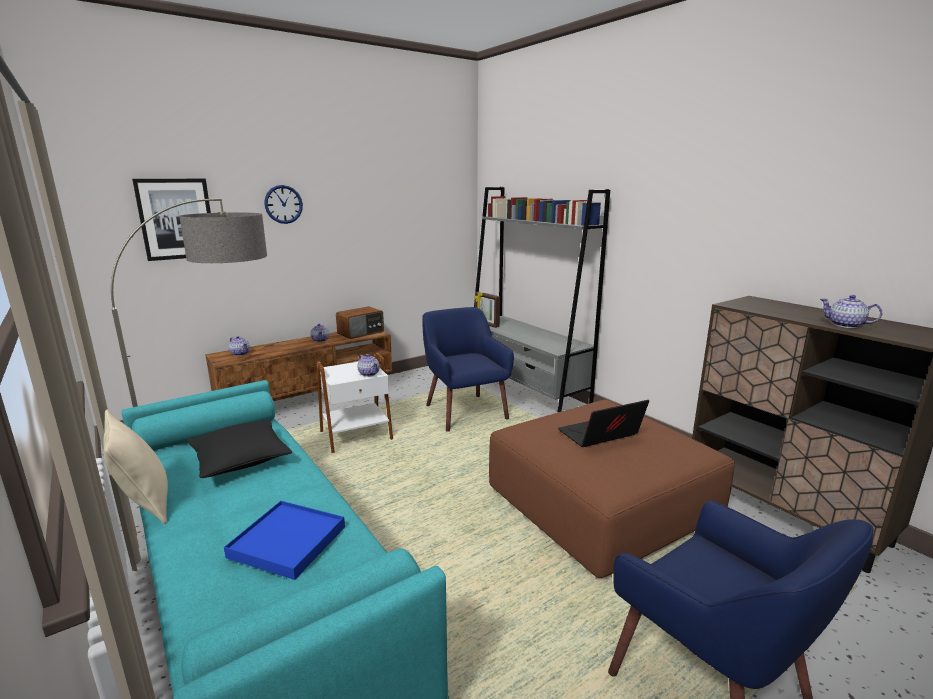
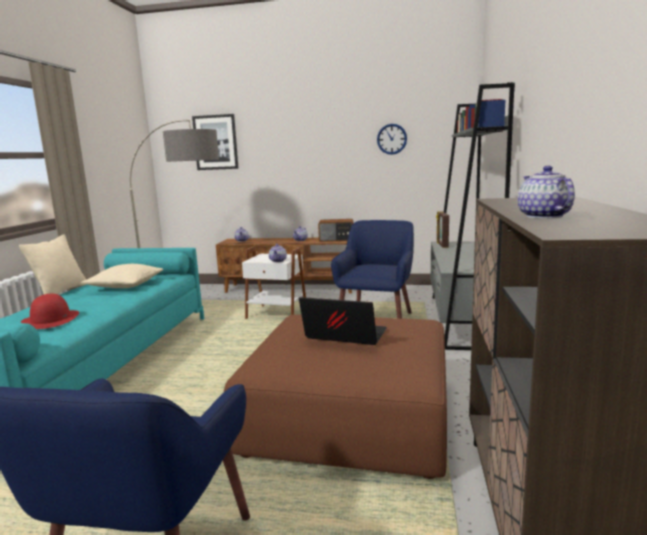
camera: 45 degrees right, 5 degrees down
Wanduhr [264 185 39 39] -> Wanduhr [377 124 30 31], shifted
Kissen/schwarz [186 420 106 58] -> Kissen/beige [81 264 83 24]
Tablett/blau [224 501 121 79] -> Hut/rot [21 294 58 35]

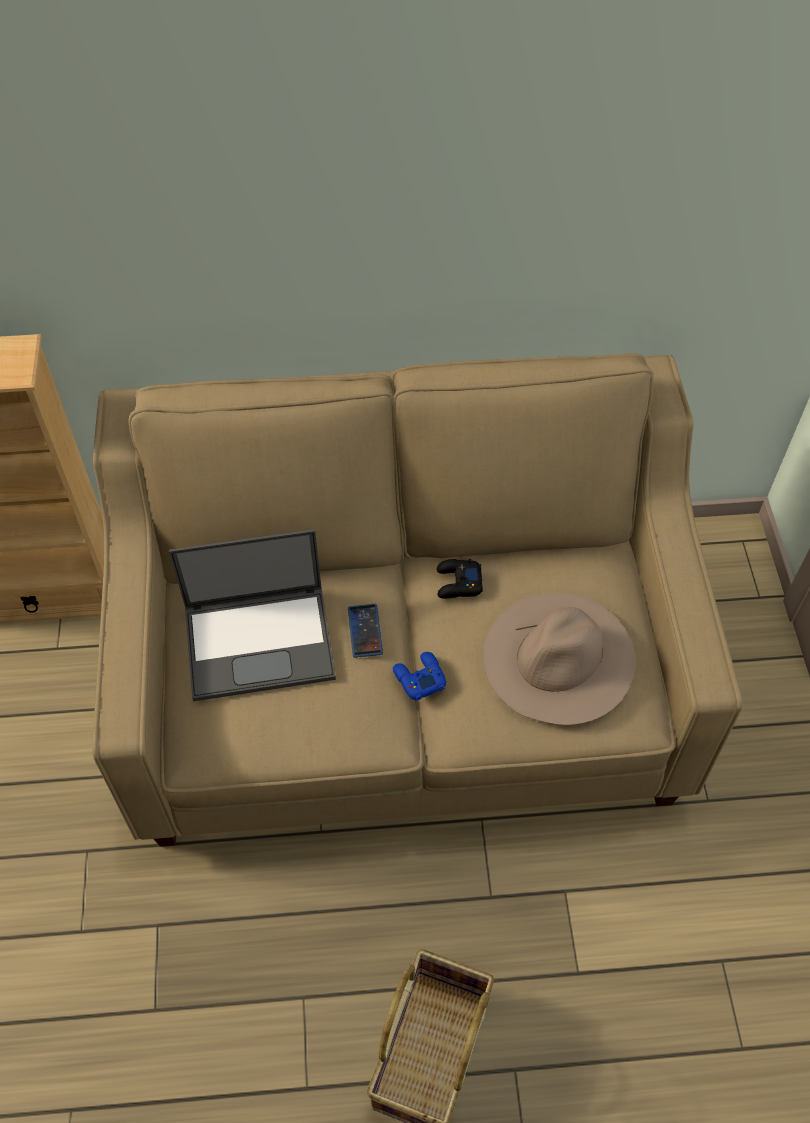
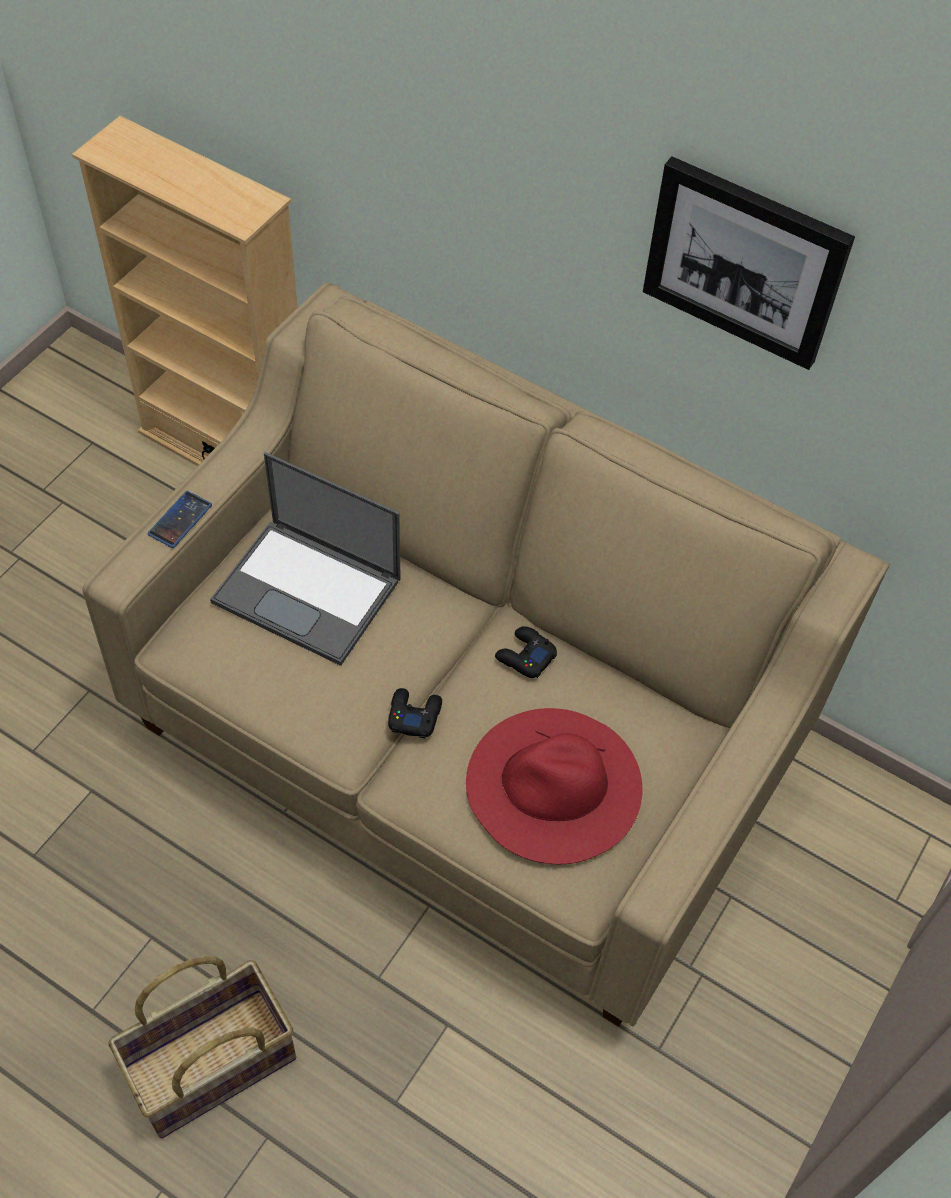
camera: 35 degrees right, 0 degrees up
Hut/beige [483 593 153 132] -> Hut/rot [466 708 176 156]
Handy [348 604 35 54] -> Handy [148 491 64 57], shifted
Gamepad/blau [393 652 53 49] -> Gamepad/schwarz [388 688 54 50]
none -> Bild [643 156 212 214]

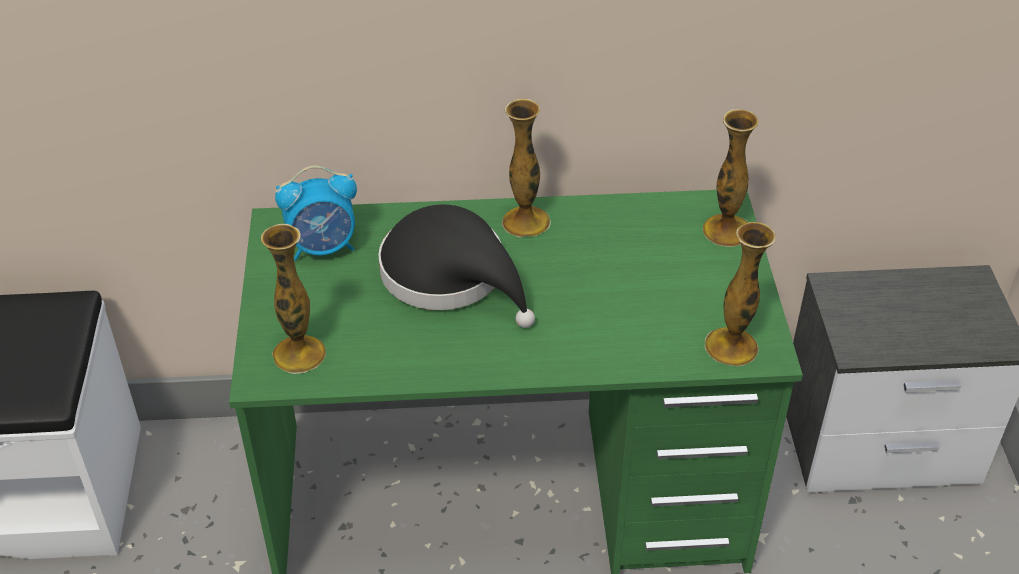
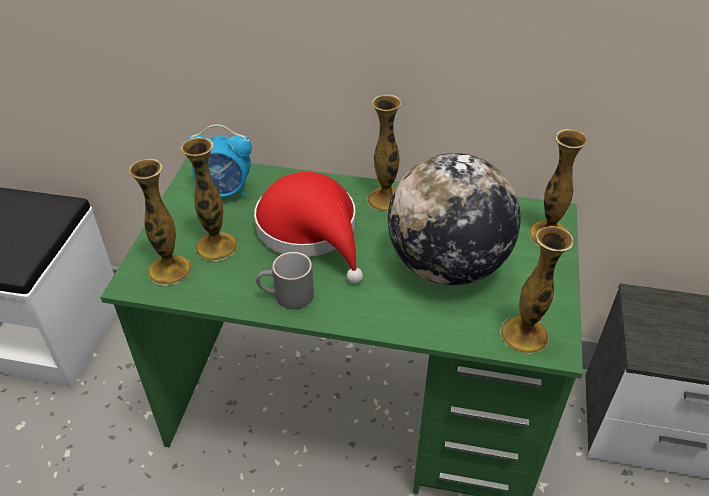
camera: 15 degrees right, 0 degrees up
Hut/schwarz [378 204 157 124] -> Hut/rot [254 172 109 112]
none -> Vase [181 137 57 124]
none -> Globus [388 153 133 132]
none -> Henkelbecher/grau [256 252 58 57]

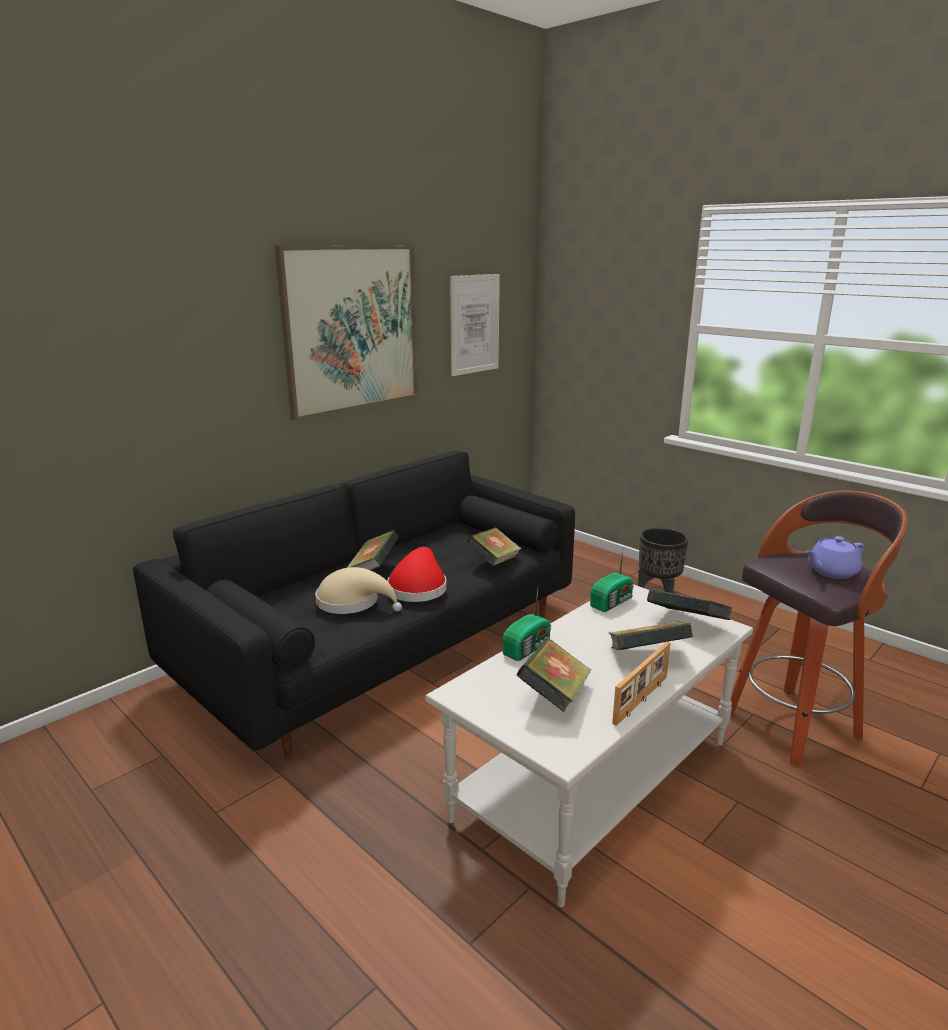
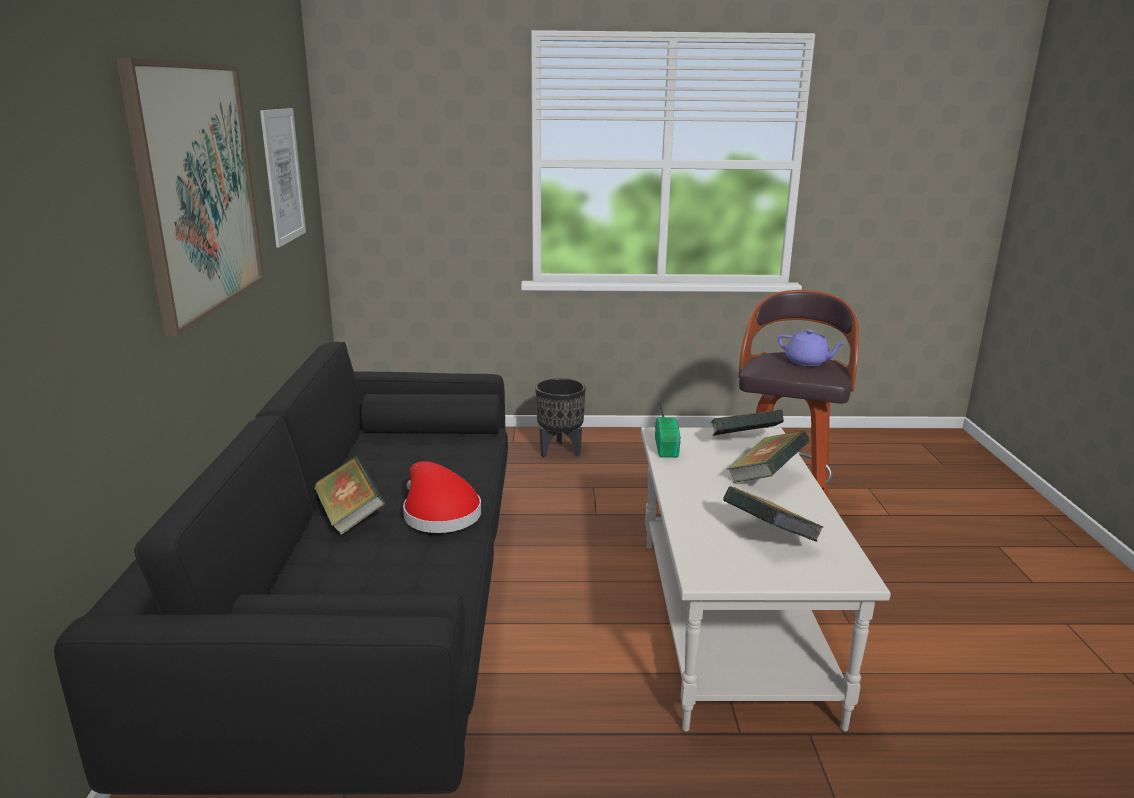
camera: 45 degrees left, 0 degrees up
Buch [466 527 55 39] -> none
Teekanne/lila [807 536 57 43] -> Teekanne/lila [778 329 68 37], 75 degrees counterclockwise
Hut/beige [315 567 87 47] -> none
Radio [502 589 49 72] -> none
Bilderrahmen [612 641 58 85] -> none

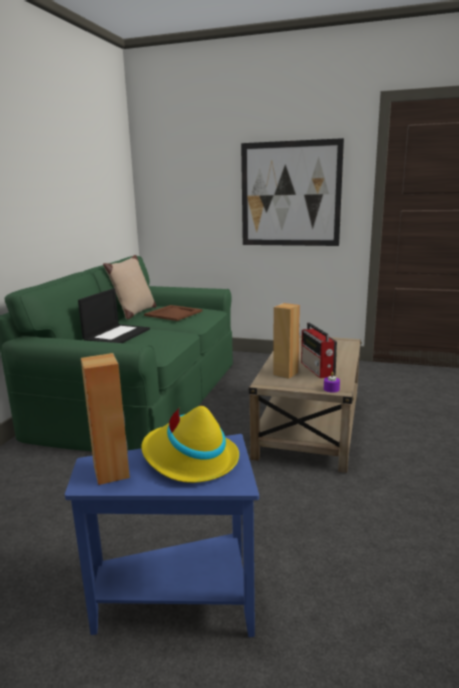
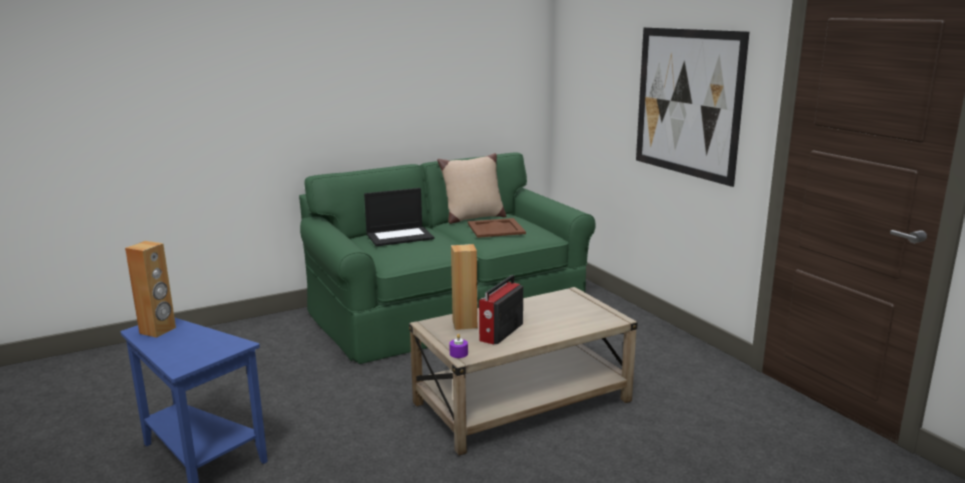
camera: 45 degrees right, 0 degrees up
Hut/gelb [141 406 98 77] -> none

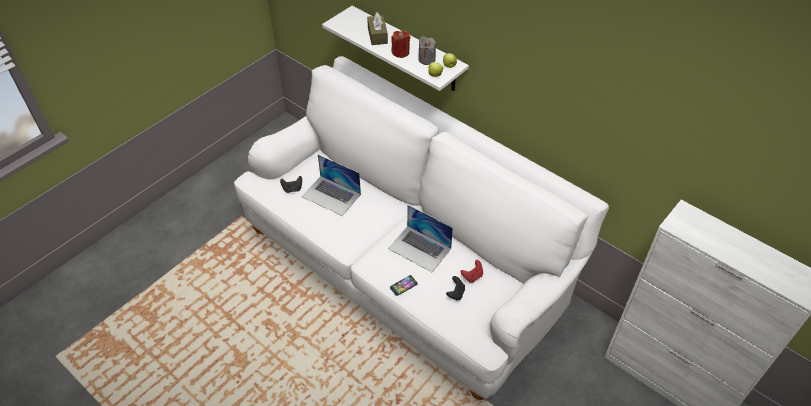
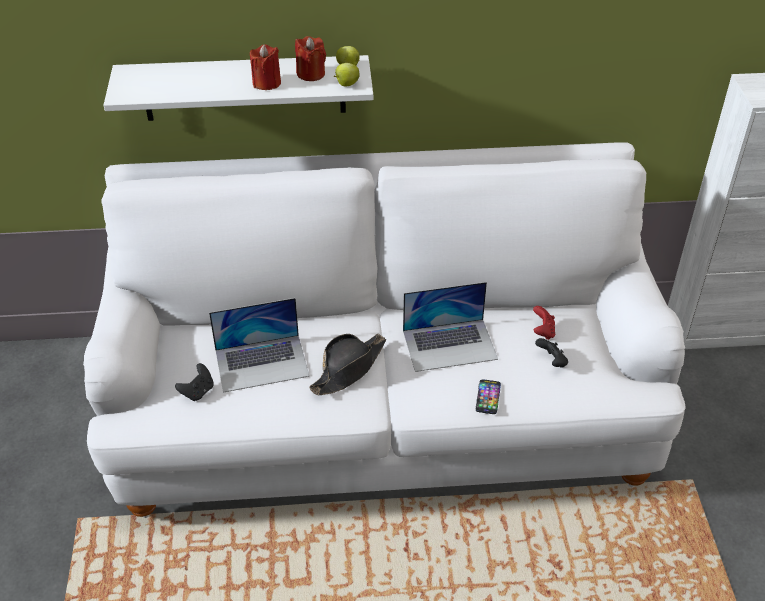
camera: 45 degrees left, 5 degrees down
Taschentuchbox/braun [367 12 21 33] -> none
Kerze/grau [418 36 18 29] -> Kerze/rot [295 36 31 45]
none -> Hut/schwarz [309 334 77 61]

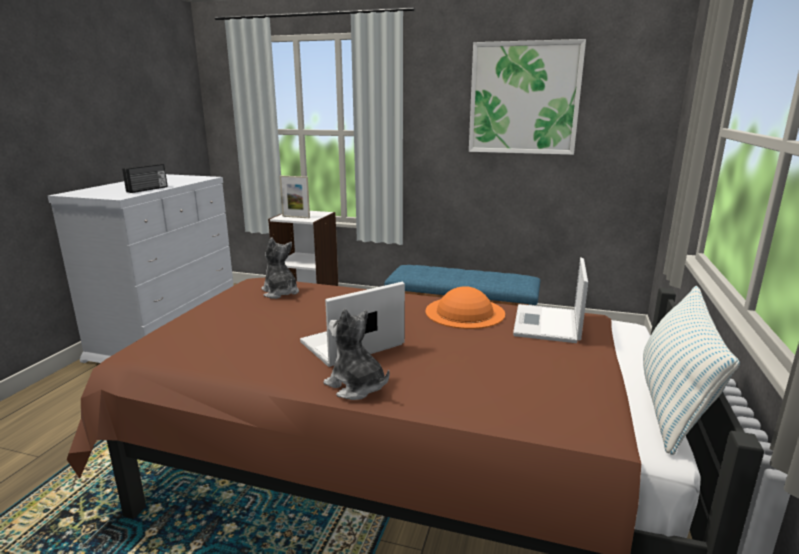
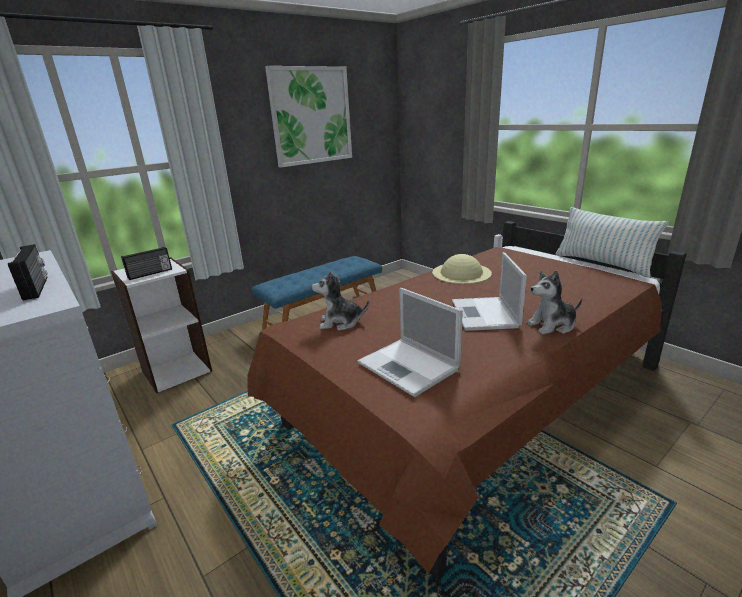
camera: 55 degrees left, 5 degrees up
Bilderrahmen [279 175 31 43] -> Radio [121 247 51 33]
Laptop [513 257 75 86] -> Laptop [358 288 105 109], shifted
Hut/orange [426 286 79 43] -> Hut/beige [432 254 60 30]

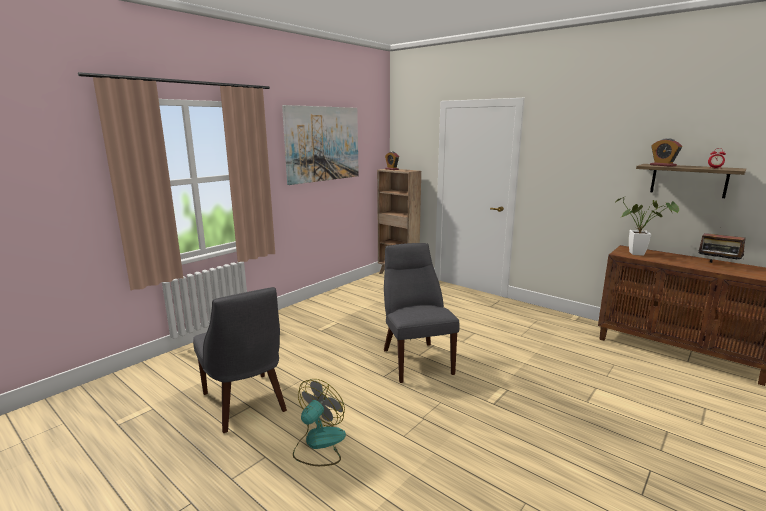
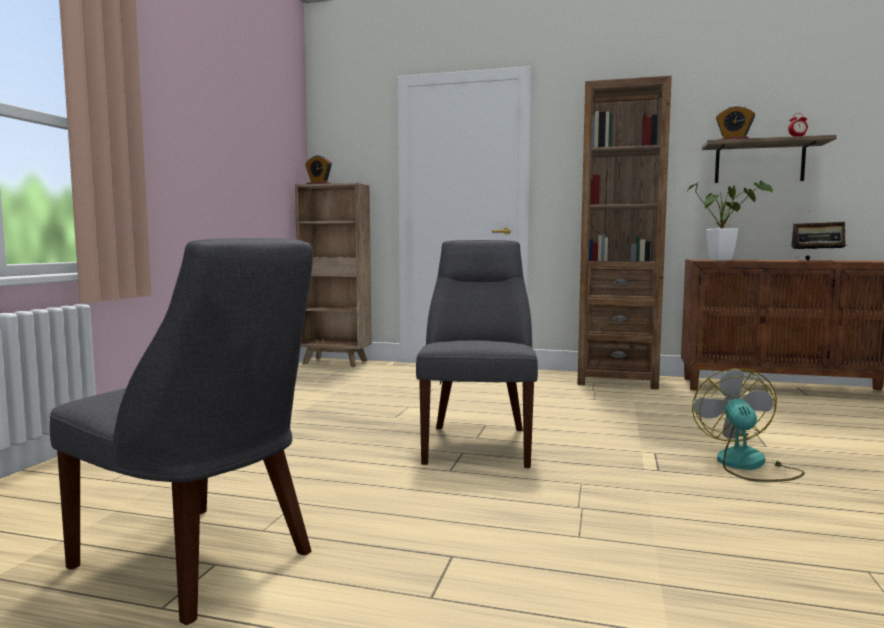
camera: 25 degrees left, 10 degrees down
Bild [282 105 77 80] -> none
Stuhl/grau [384 243 75 140] -> Stuhl/grau [416 240 122 228], 45 degrees clockwise
Ventilator [293 379 53 87] -> Ventilator [692 368 113 114], shifted
none -> Bücherregal/braun [577 76 95 314]

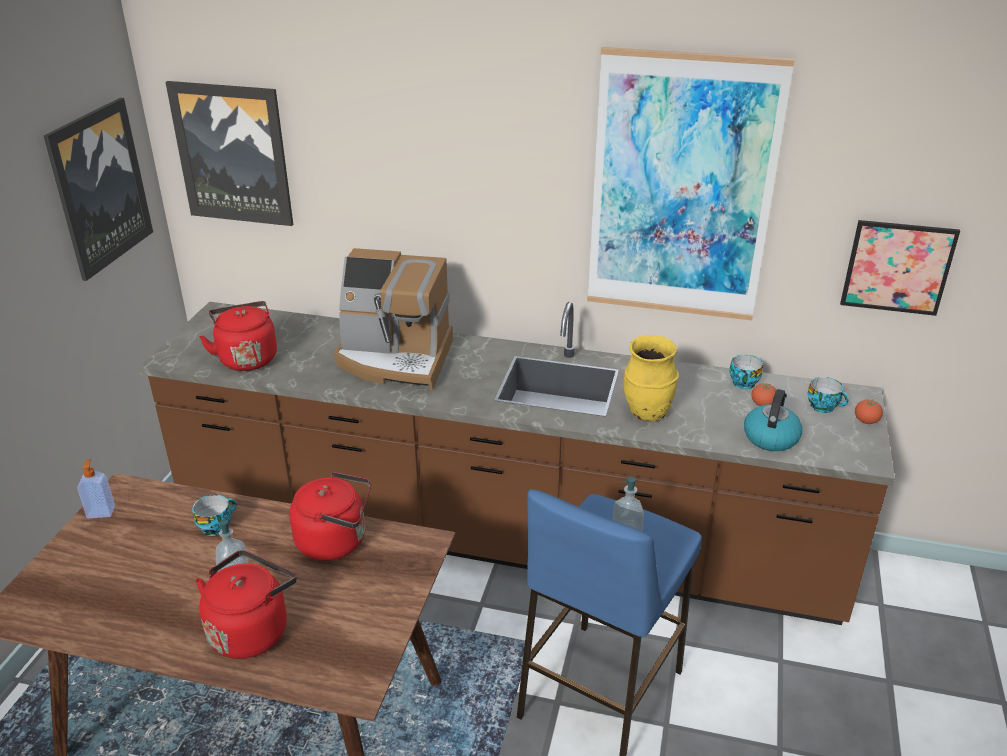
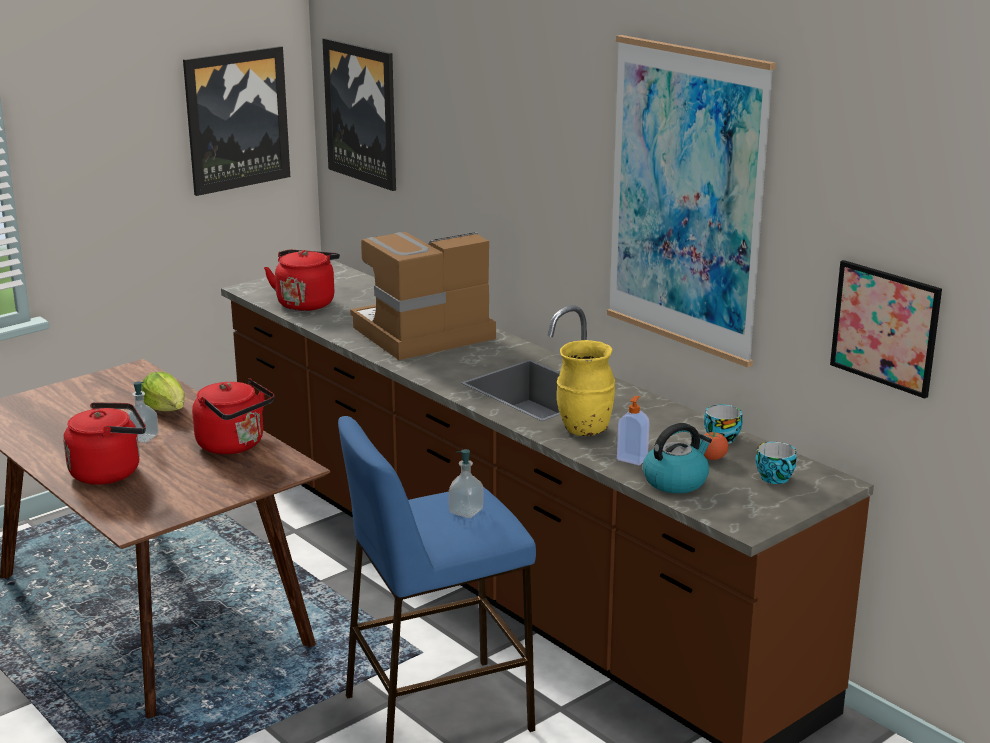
camera: 35 degrees right, 10 degrees down
Kaffeemaschine [334 248 119 143] -> Kaffeemaschine [350 232 146 128], 105 degrees clockwise
Tomate [855 399 28 25] -> none
Seifenspender [78 459 37 59] -> Seifenspender [617 396 33 69], shifted
Tasse [192 494 45 42] -> Salatkopf [141 372 44 39]

